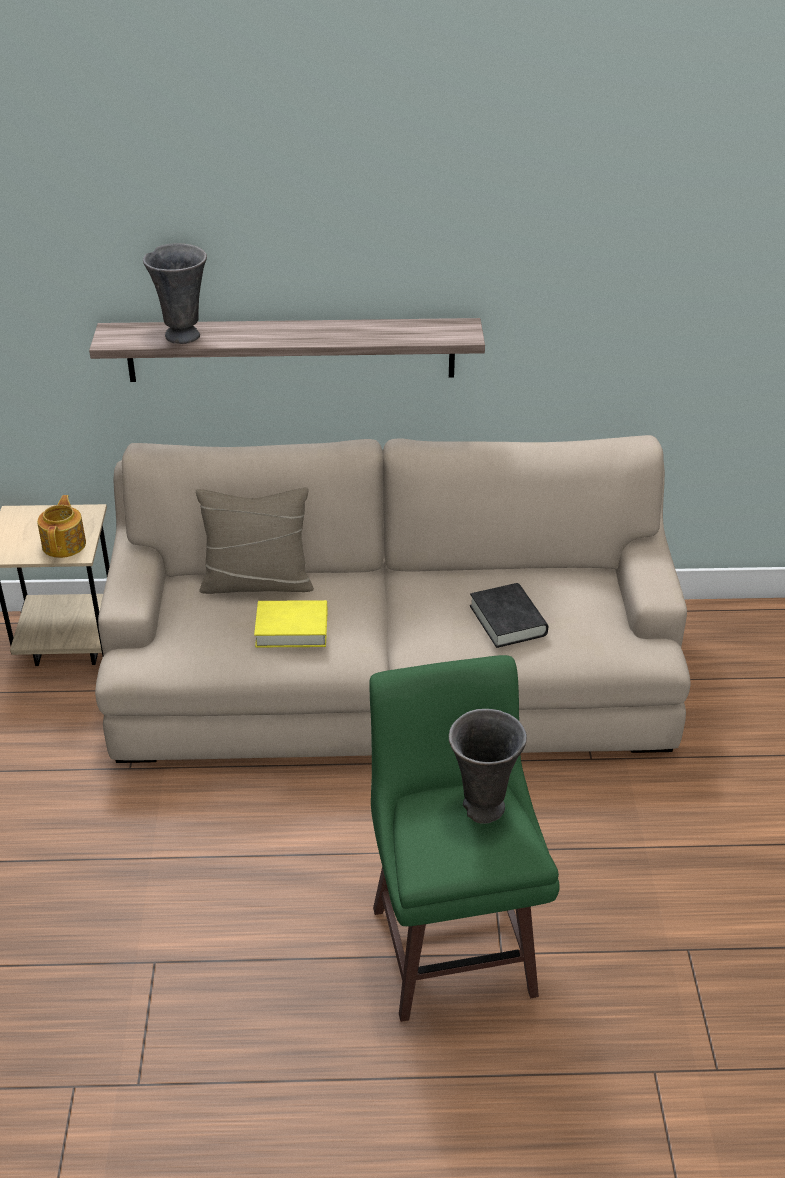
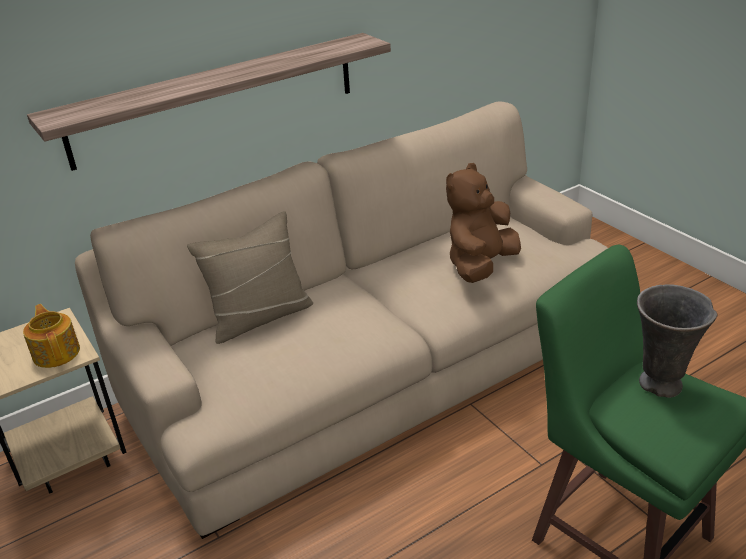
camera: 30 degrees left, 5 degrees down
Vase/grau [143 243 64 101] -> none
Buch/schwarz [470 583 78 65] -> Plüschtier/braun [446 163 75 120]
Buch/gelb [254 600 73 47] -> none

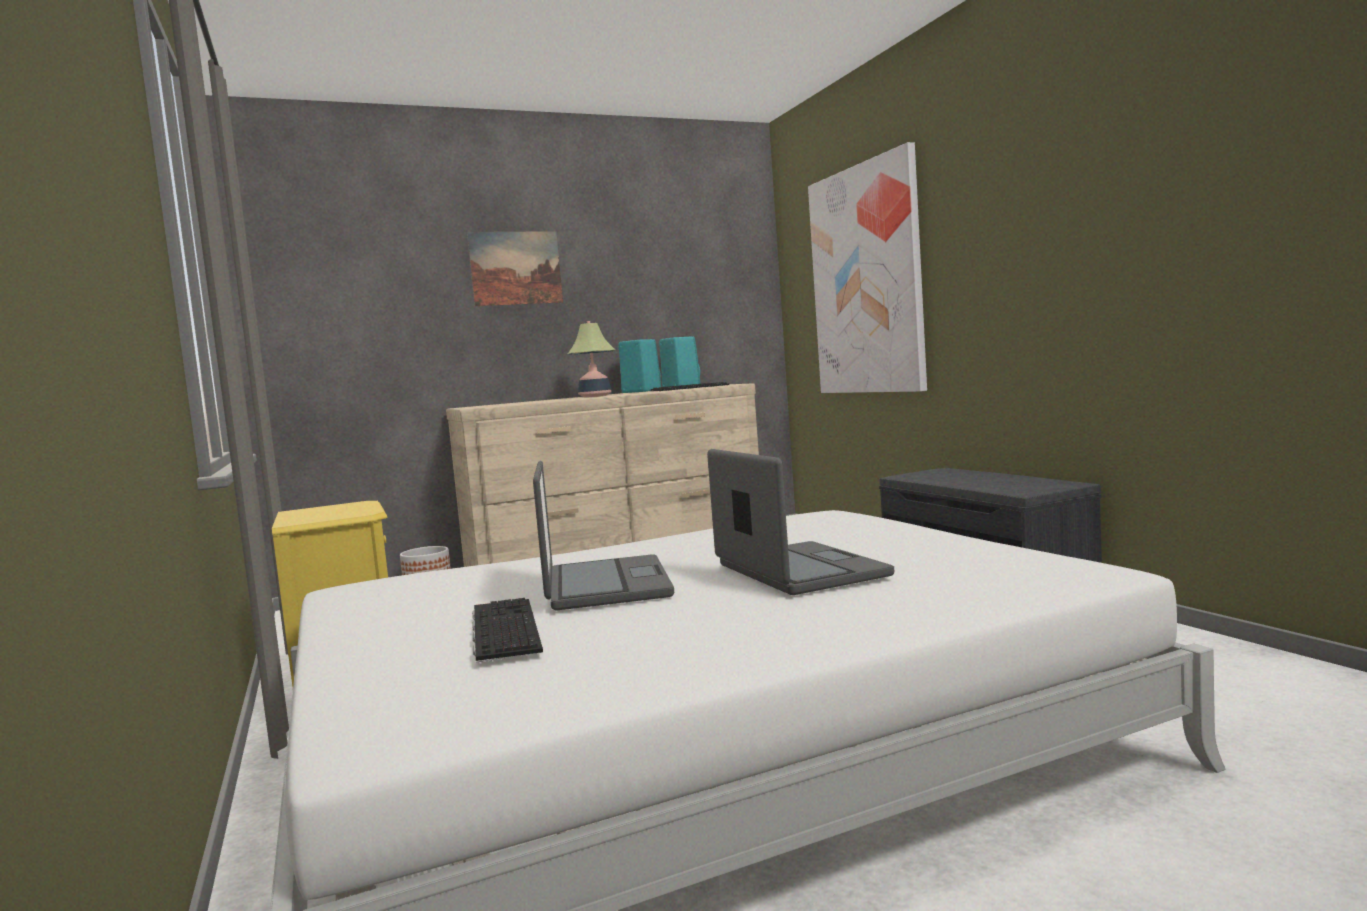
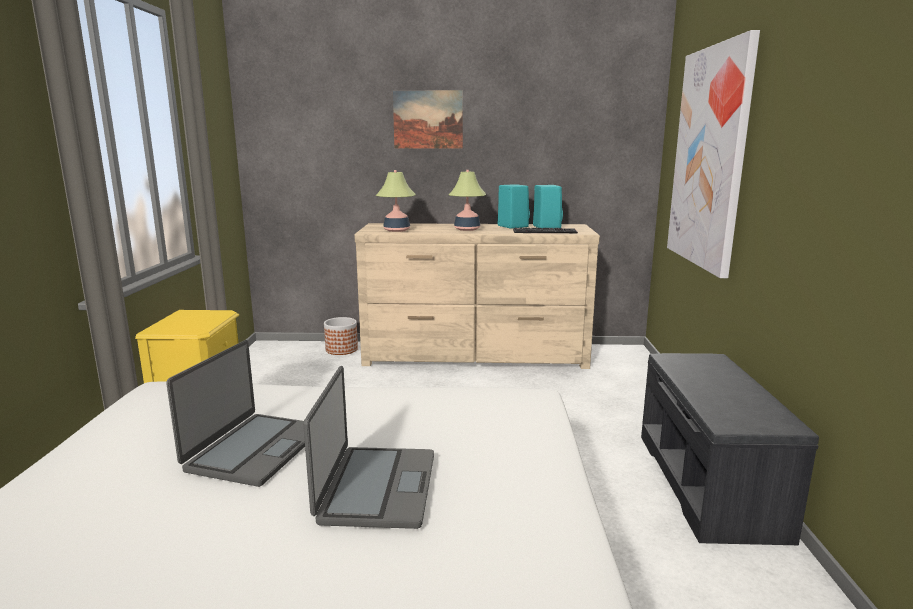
camera: 25 degrees right, 10 degrees up
Tastatur [472 598 71 65] -> none
none -> Tischlampe [376 170 40 62]

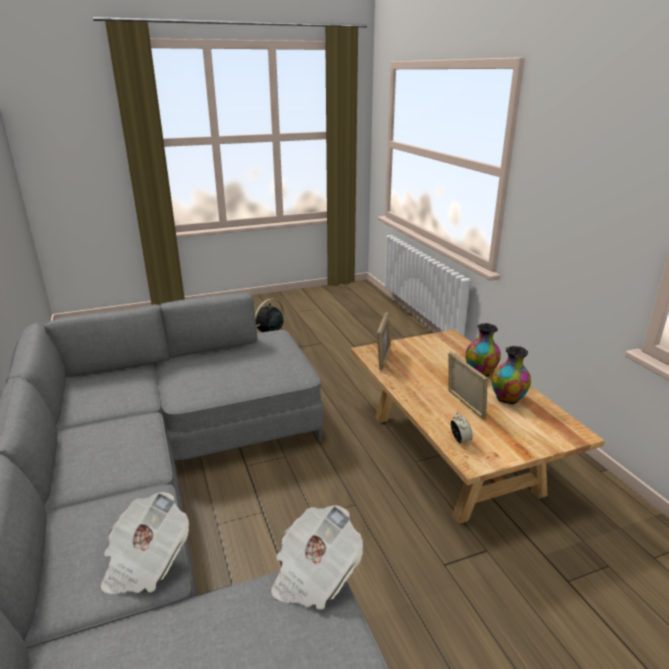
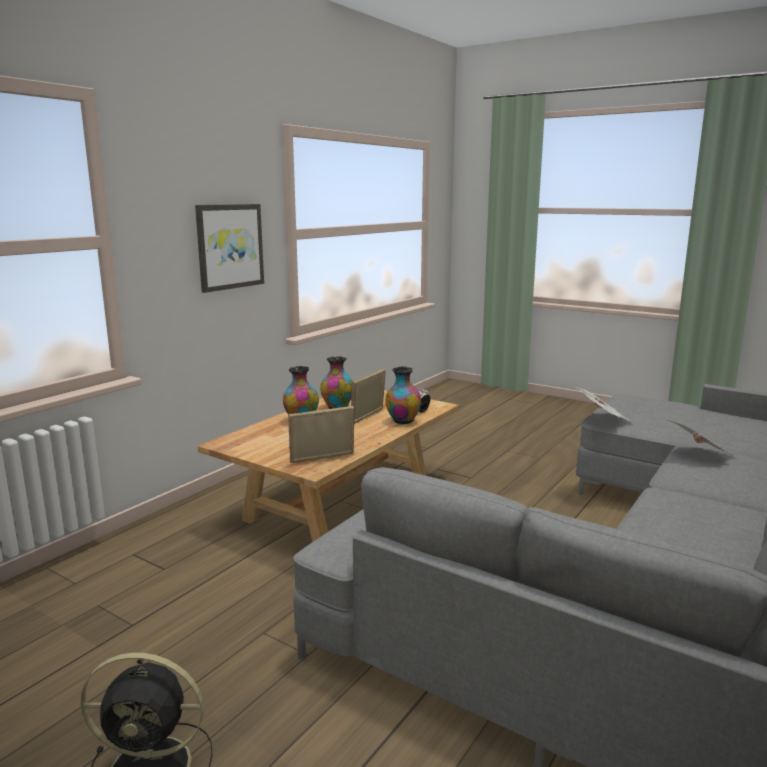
camera: 125 degrees left, 10 degrees down
none -> Bild [195 204 69 89]
none -> Vase [385 366 36 58]

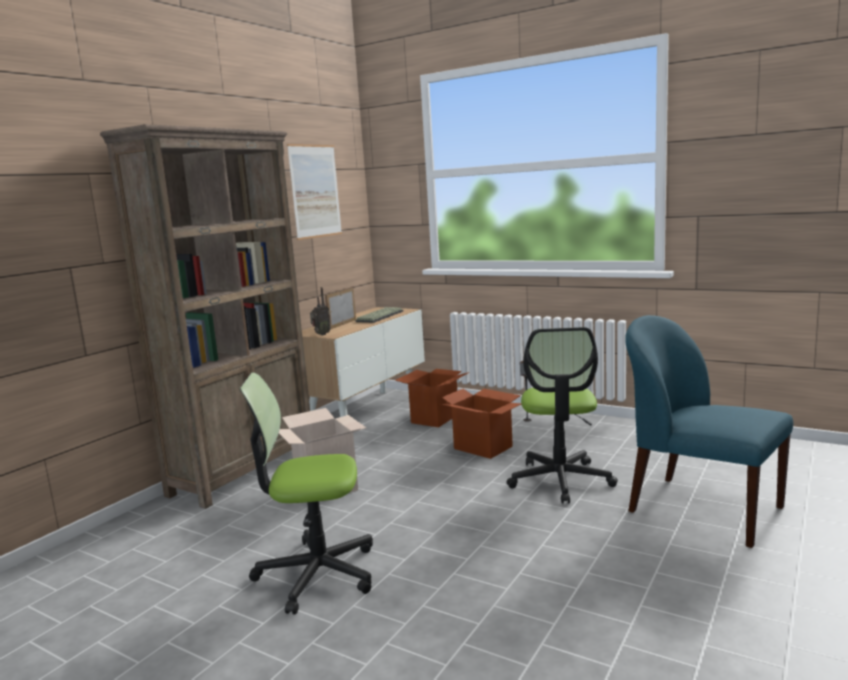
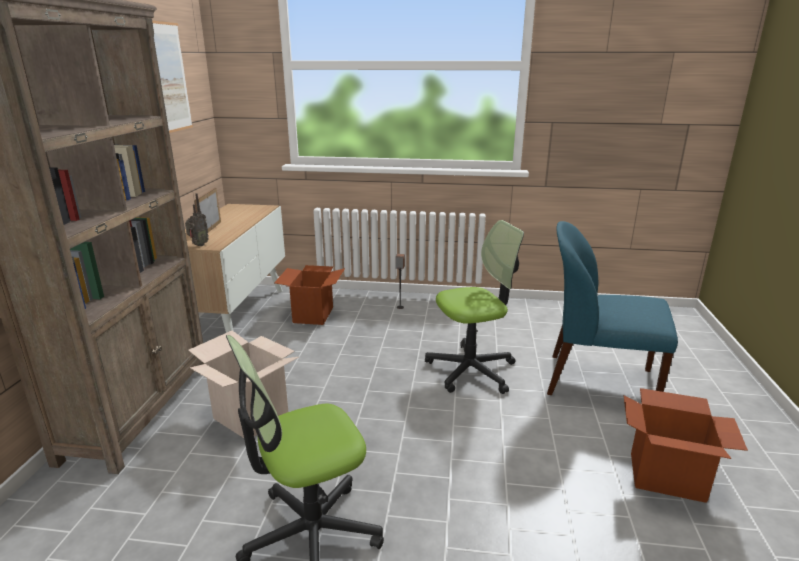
camera: 25 degrees left, 10 degrees up
Tastatur [356 307 48 16] -> none
Bürostuhl [507 327 111 177] -> Bürostuhl [425 220 99 174], 90 degrees counterclockwise
Karton [441 389 80 70] -> Karton [624 388 124 115], shifted

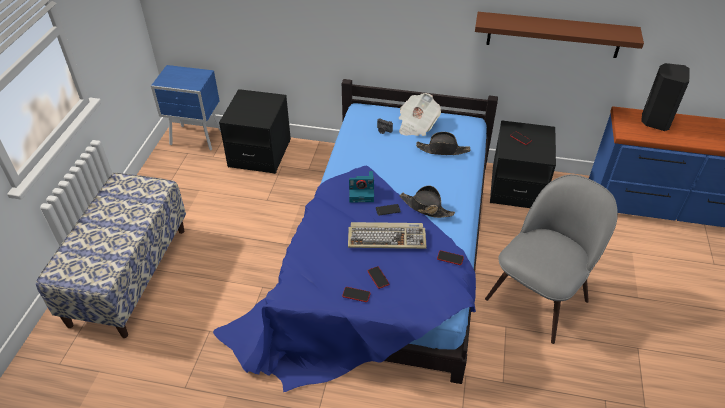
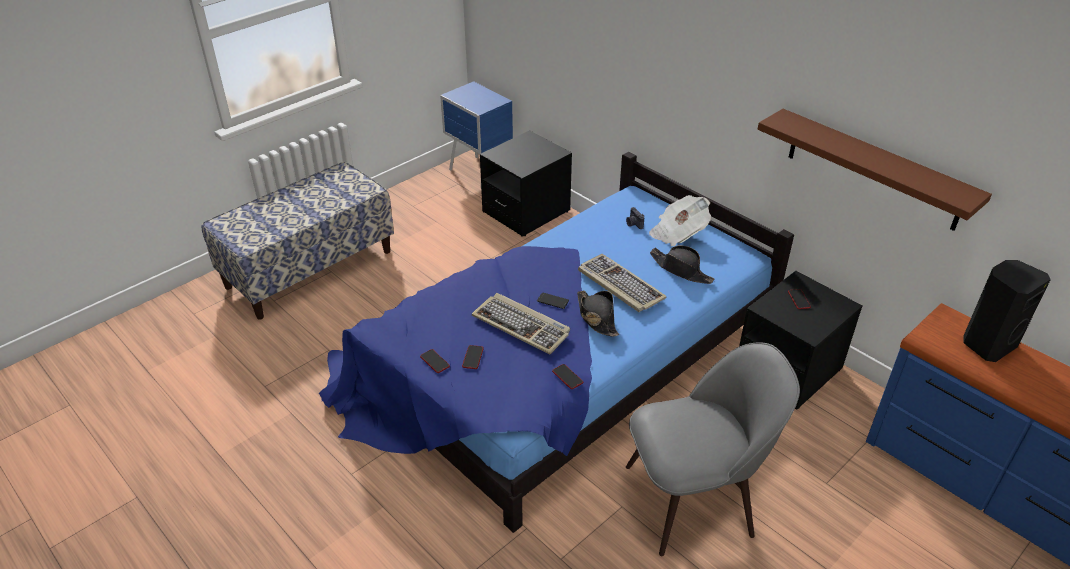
camera: 35 degrees right, 5 degrees down
Kamera [349 171 25 31] -> none
none -> Tastatur [578 254 88 58]

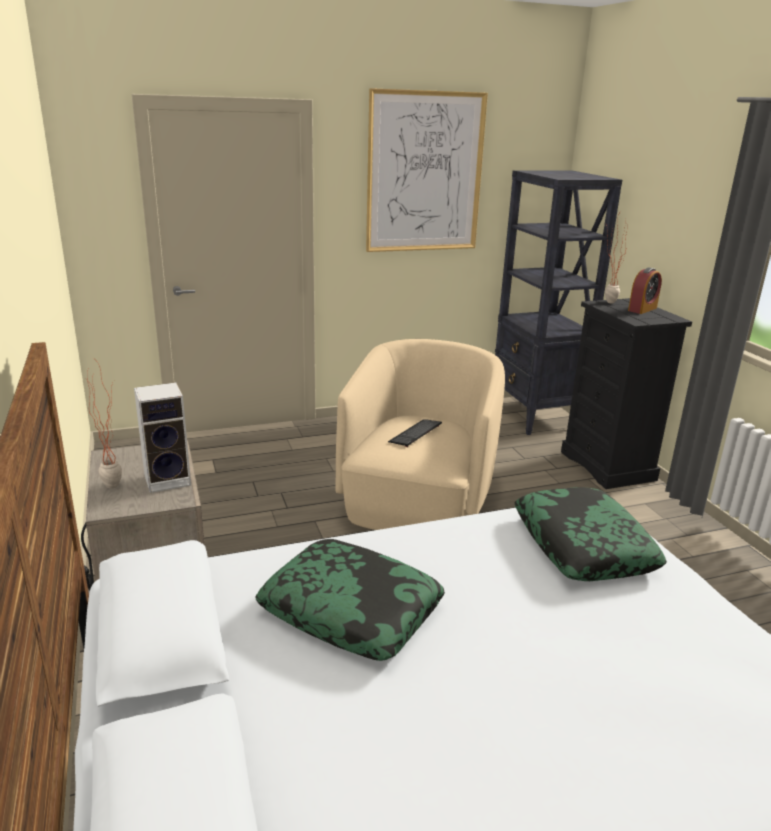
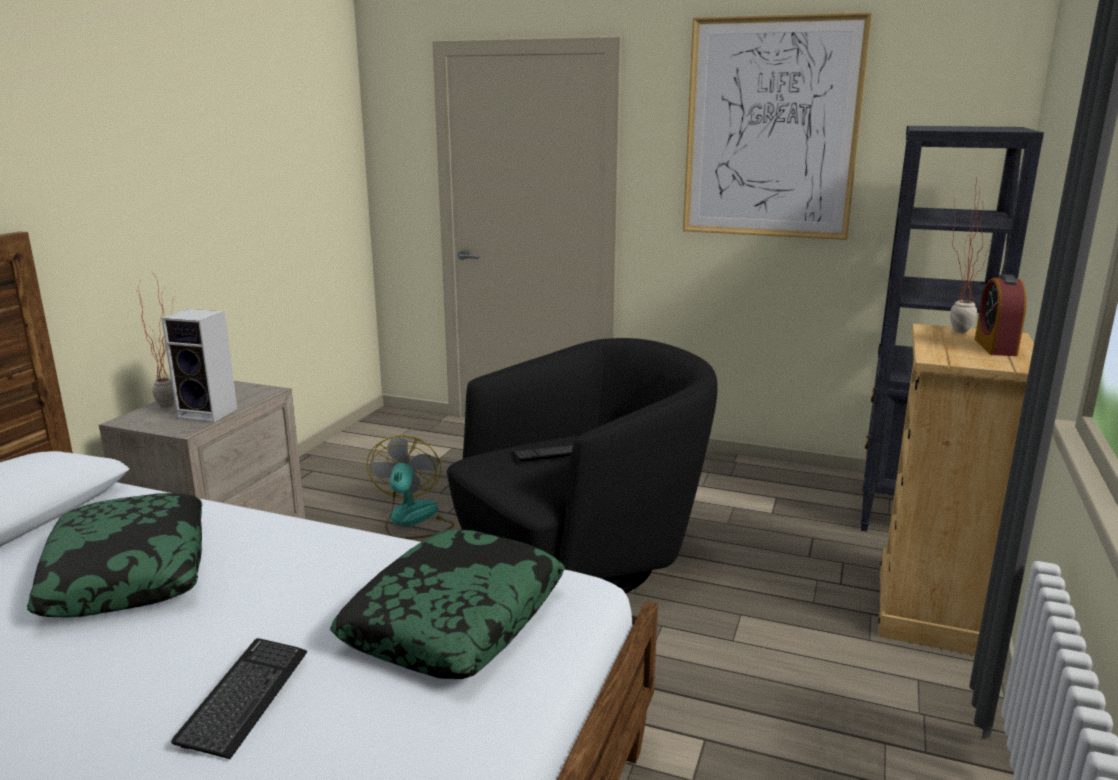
camera: 40 degrees right, 5 degrees down
Wecker [628 268 34 46] -> Wecker [975 274 52 82], 105 degrees clockwise
Kommode/schwarz [561 298 131 191] -> Kommode/beige [878 324 156 332]
Sessel/beige [335 339 170 191] -> Sessel/schwarz [447 338 271 255]
none -> Ventilator [367 435 87 104]
none -> Tastatur [171 638 136 121]

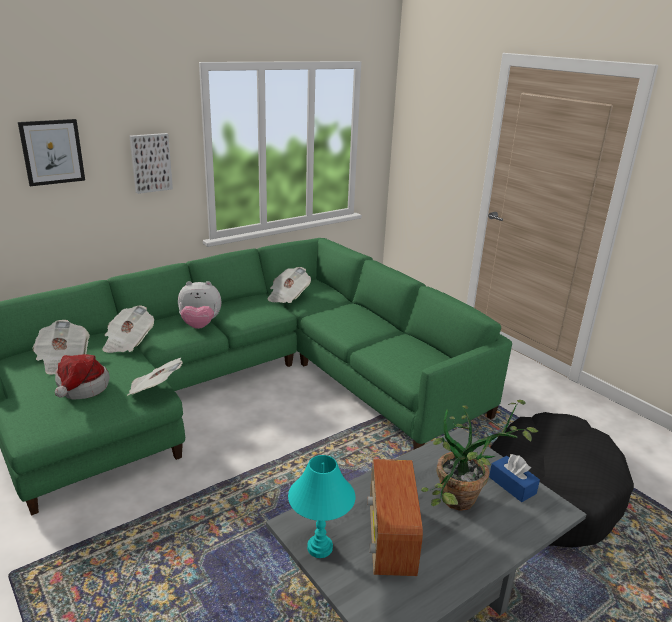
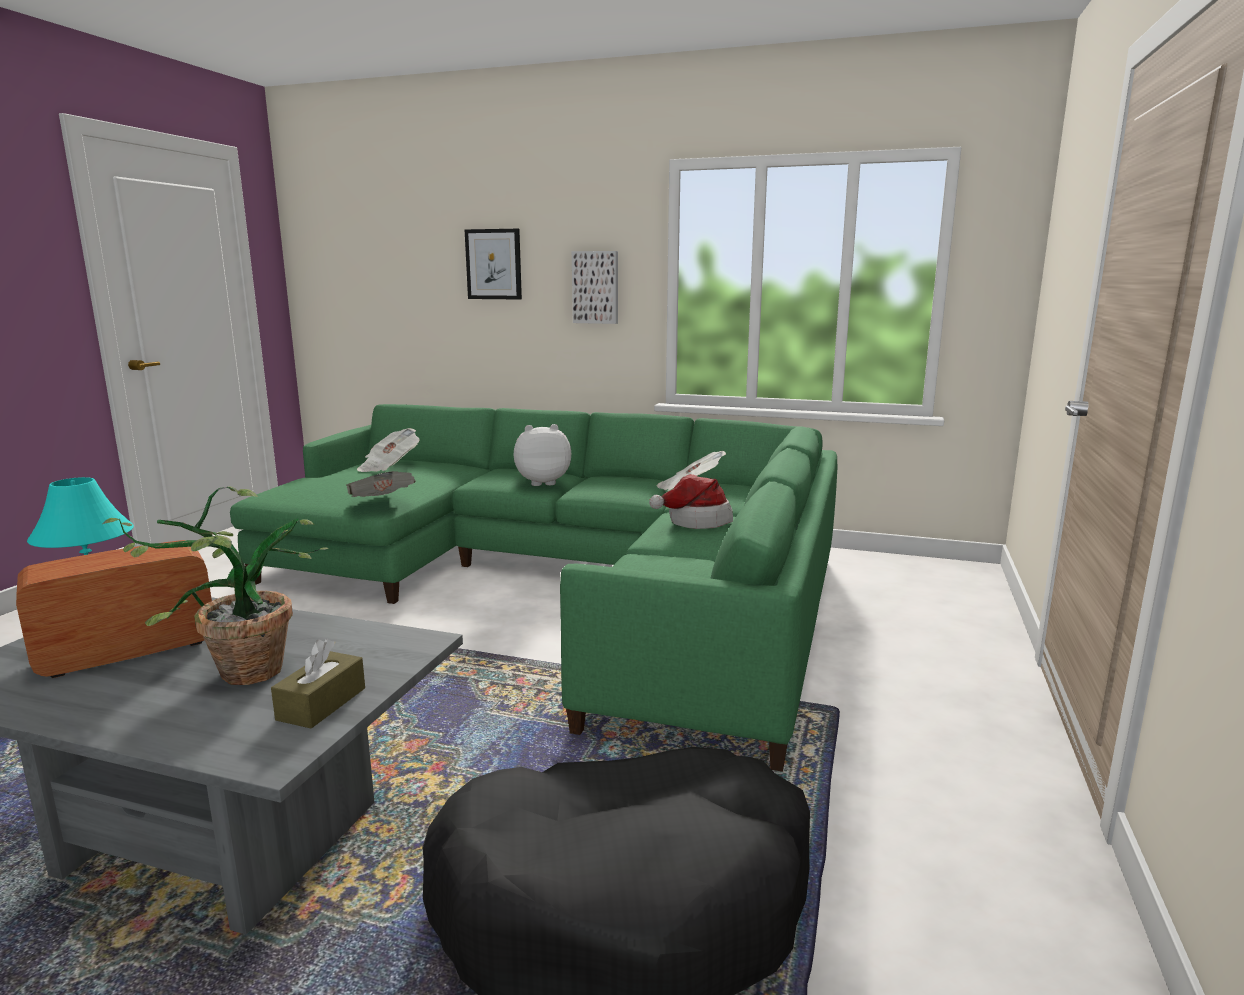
camera: 55 degrees right, 10 degrees down
Plüschtier [178 281 43 48] -> Plüschtier [514 424 57 62], 120 degrees clockwise
Zeitung [102 305 52 48] -> none
Hut [55 354 55 46] -> Hut [649 474 84 55], shifted
Taschentuchbox/blau [489 454 51 48] -> Taschentuchbox/braun [271 639 94 90]

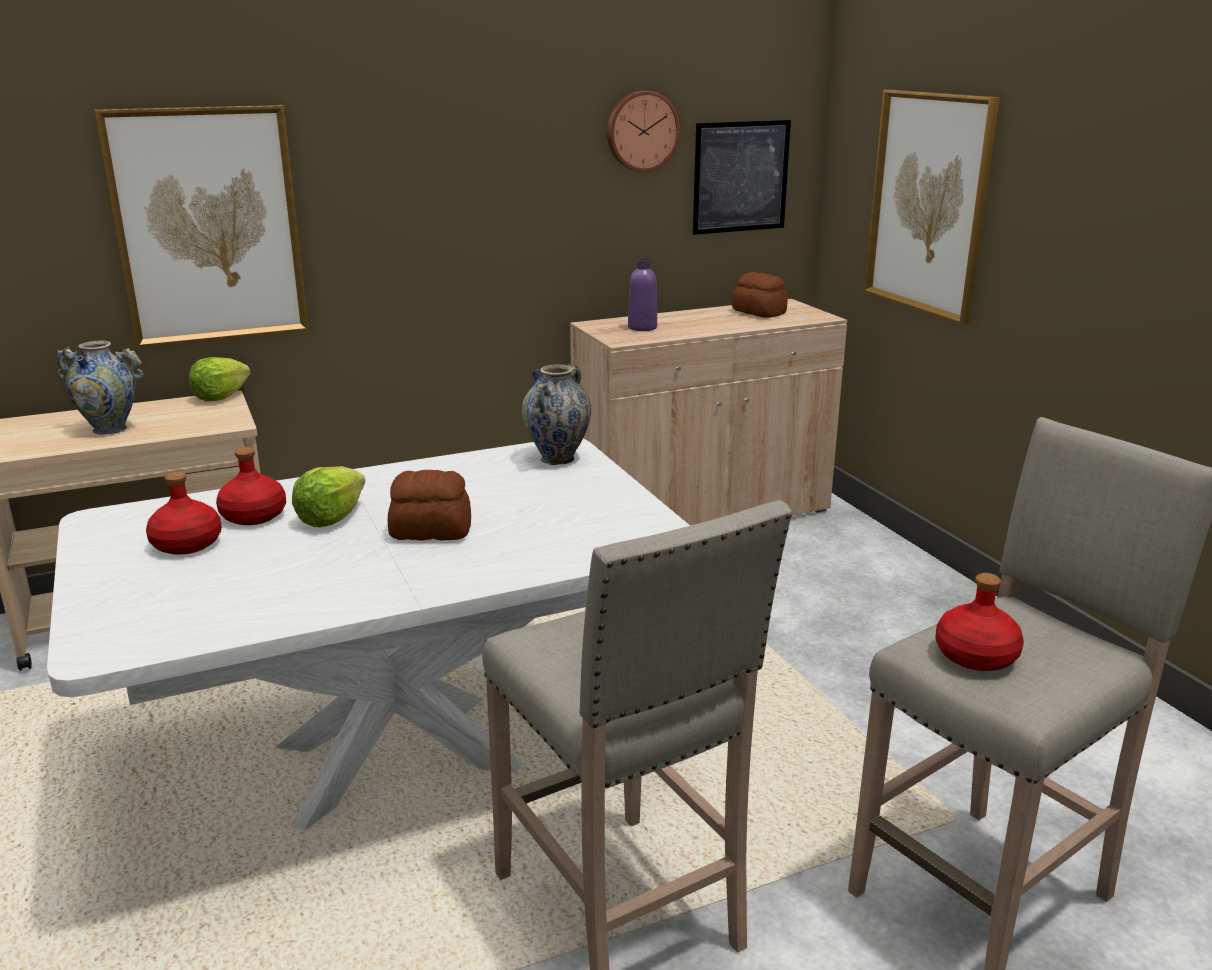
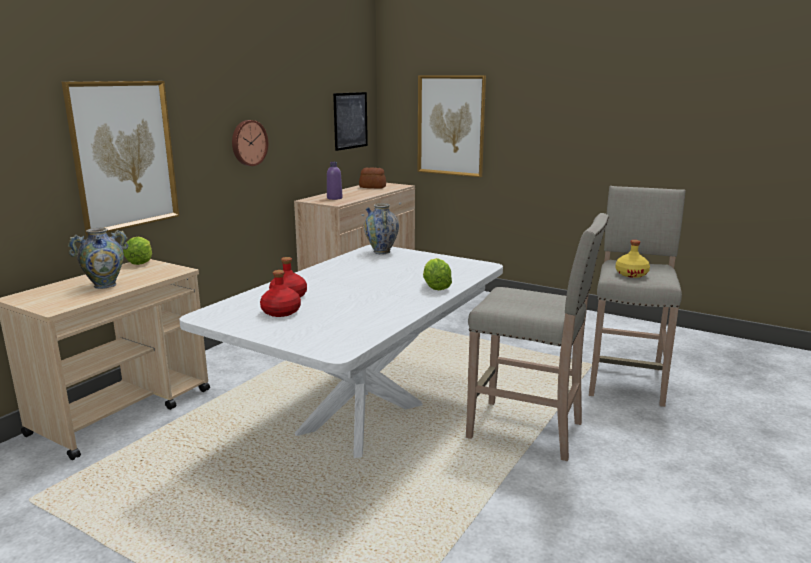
camera: 35 degrees left, 5 degrees down
Wanduhr [607 90 73 82] -> Wanduhr [232 120 36 46], shifted
Salatkopf [292 466 74 61] -> Salatkopf [423 258 29 32], shifted
Brot [388 470 83 71] -> none
Flasche/rot [935 573 89 98] -> Flasche/gelb [616 240 34 38]

